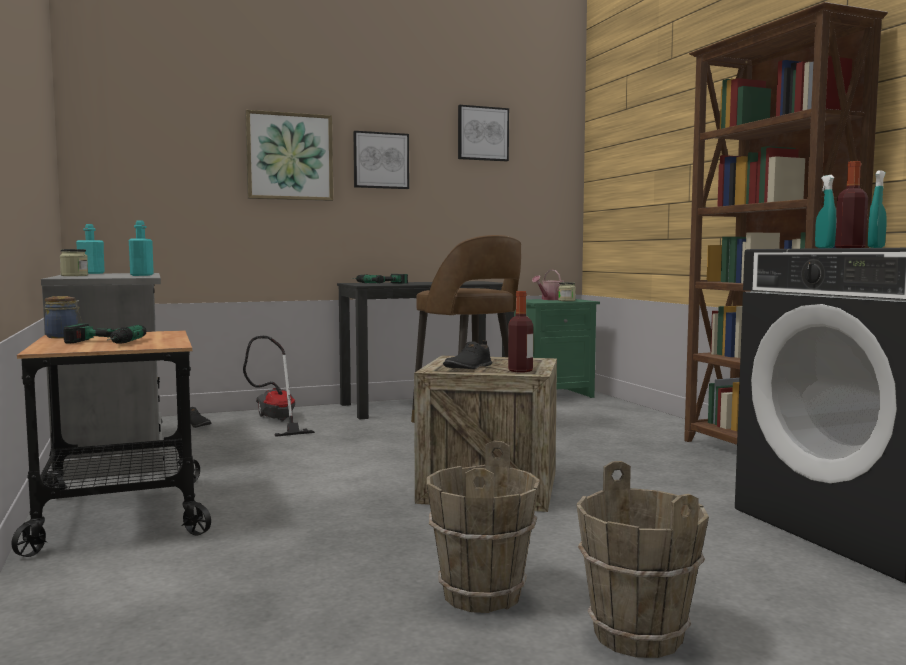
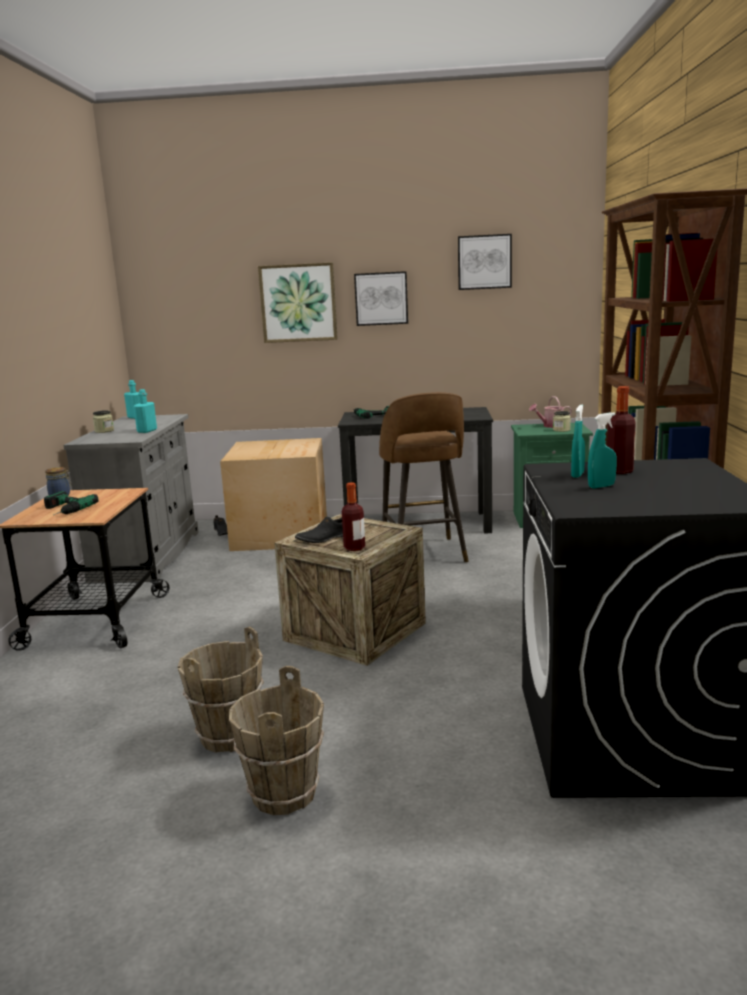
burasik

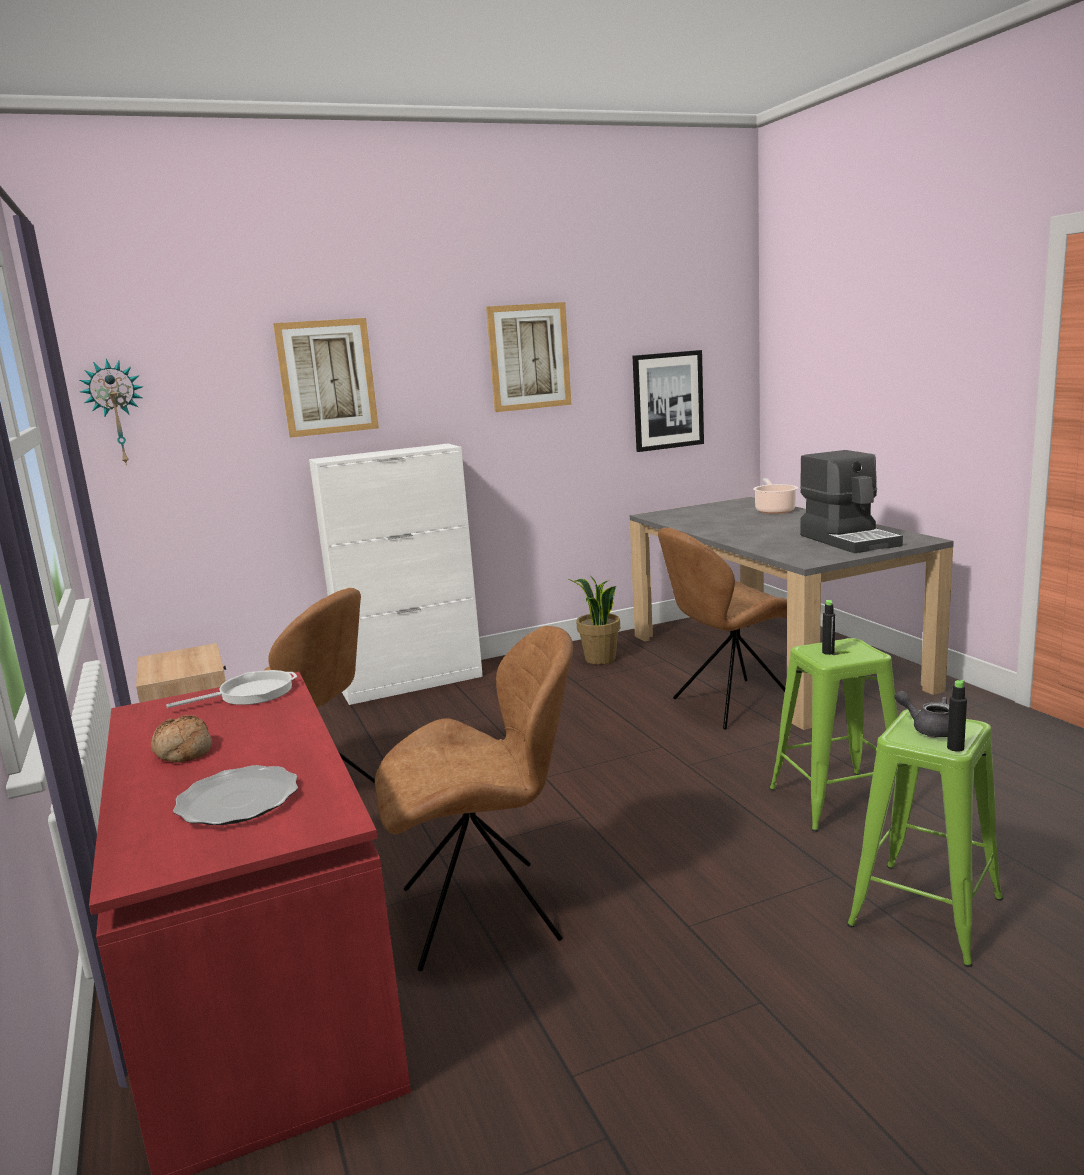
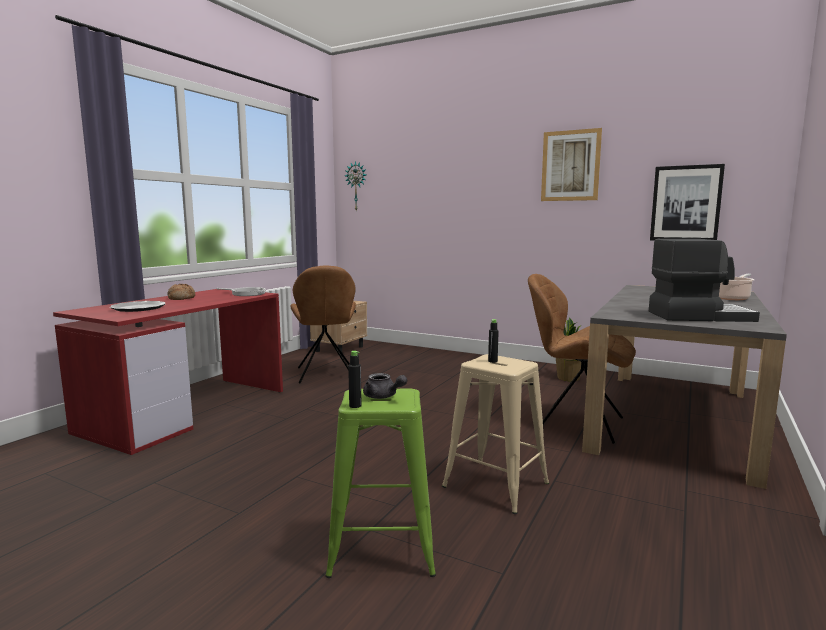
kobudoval (no. 1 from left in the first image)
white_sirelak
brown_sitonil (no. 2 from left in the first image)
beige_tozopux
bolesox
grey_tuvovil

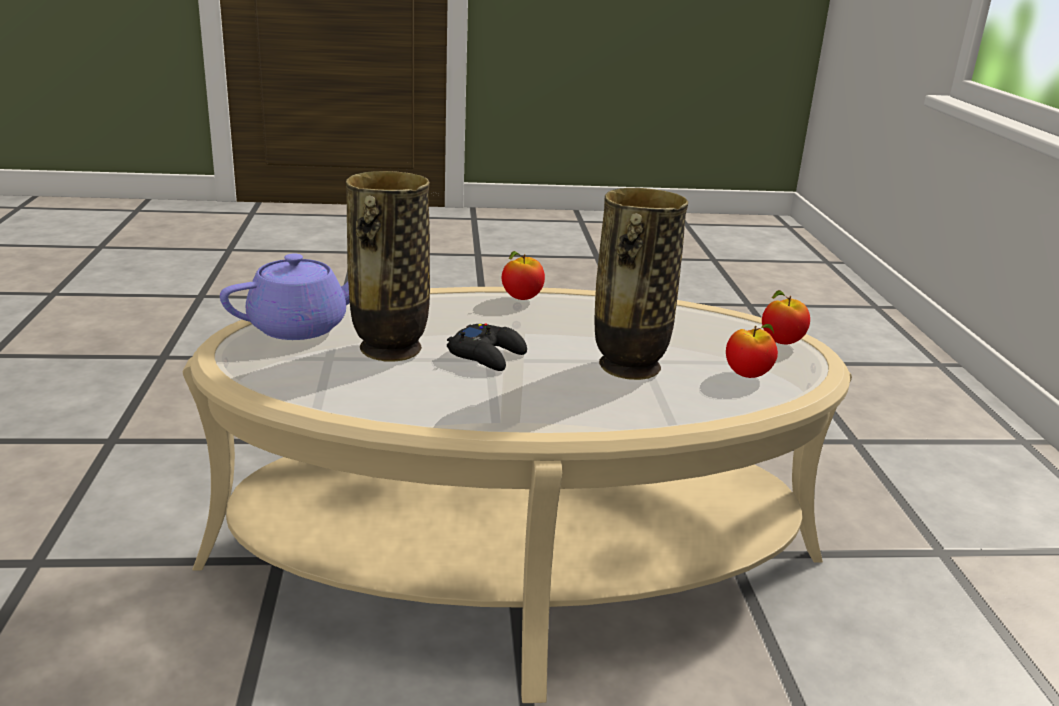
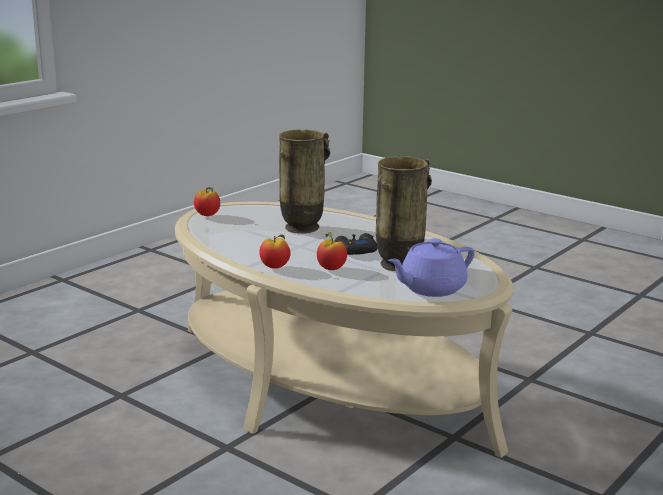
purple_tuvovil
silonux (no. 3 from left)

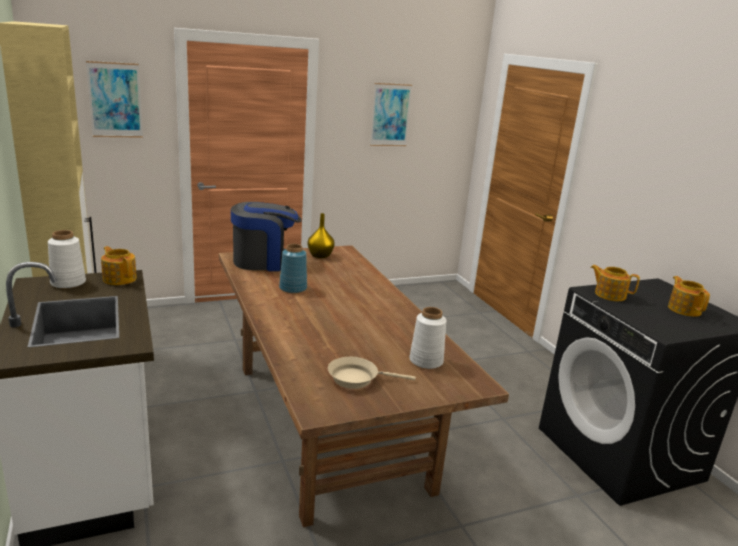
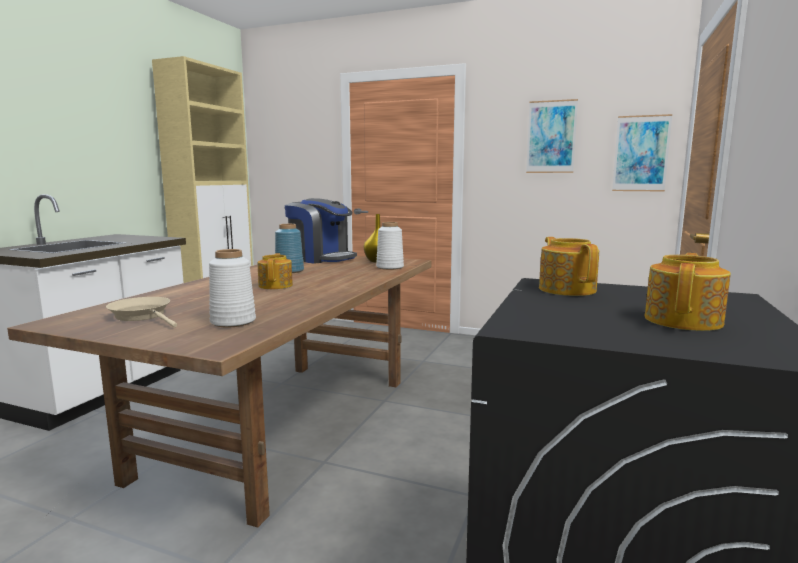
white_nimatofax (no. 2 from left)
kobudoval (no. 2 from left)
tuvovil (no. 1 from left)

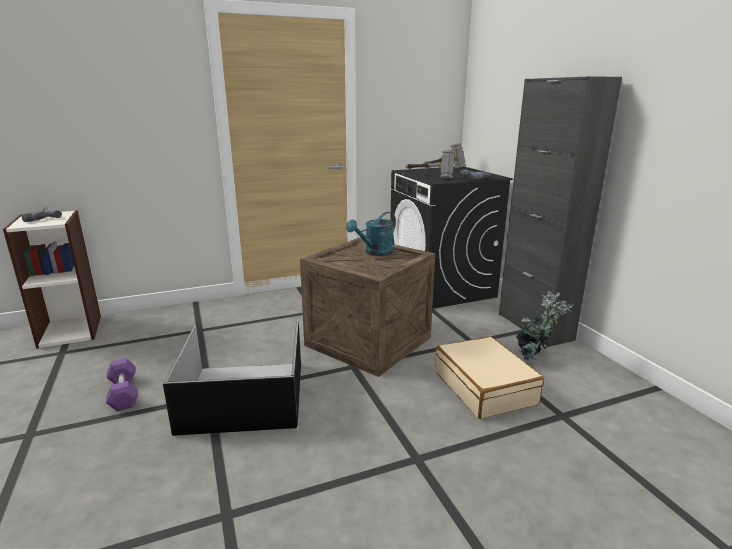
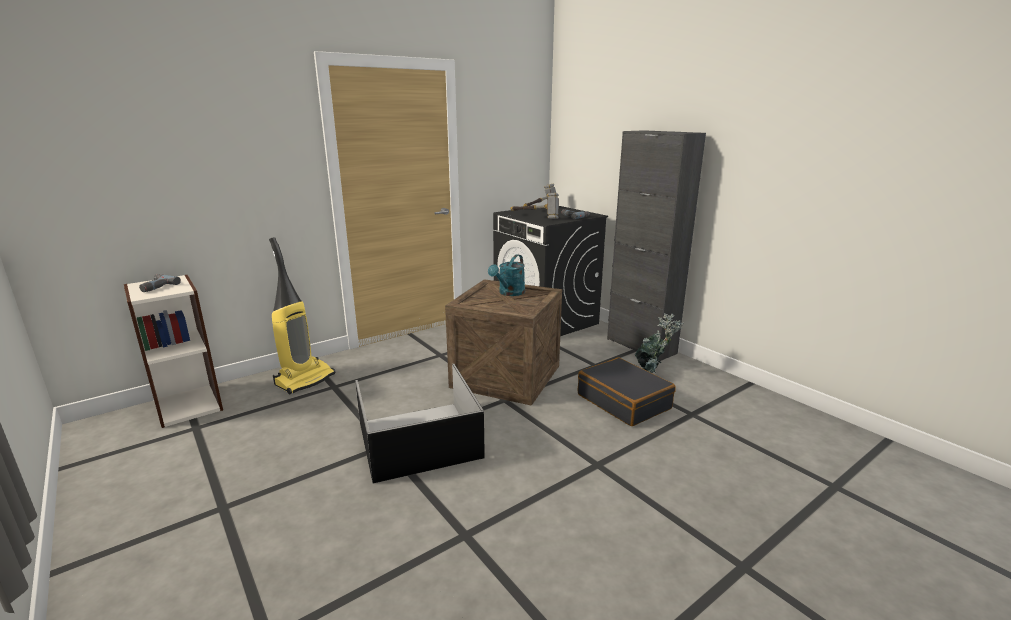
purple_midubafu
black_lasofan
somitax

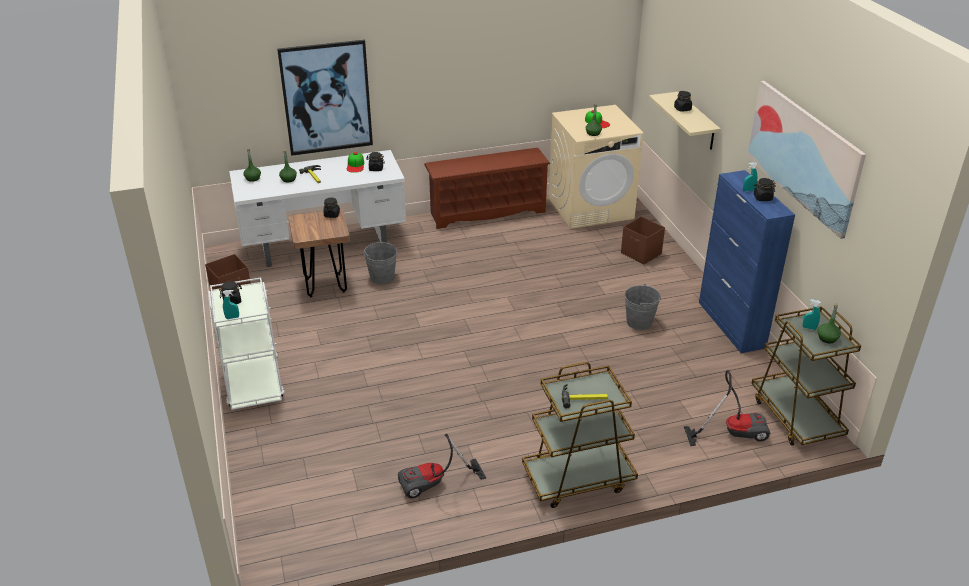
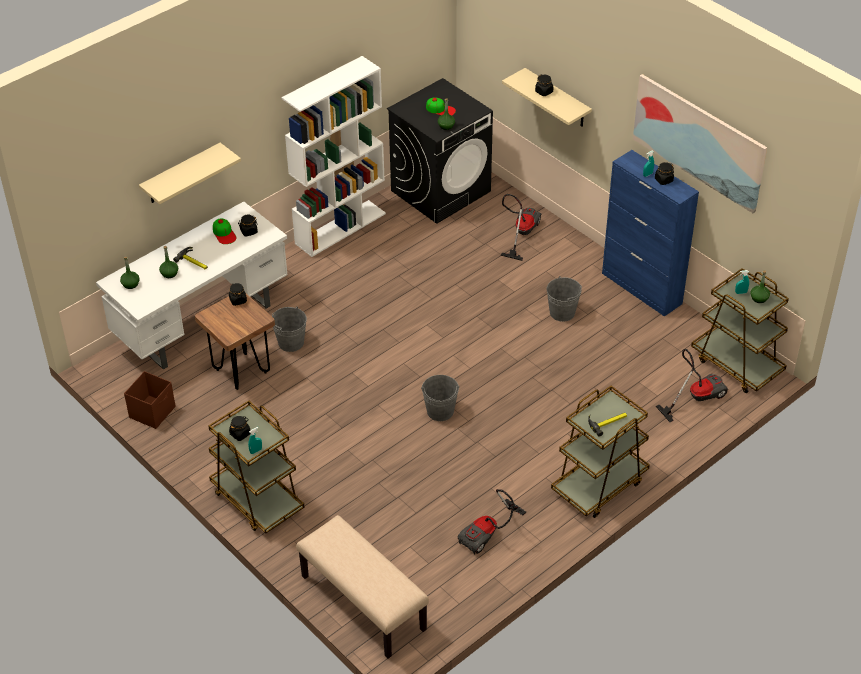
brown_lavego (no. 1 from left)
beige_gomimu (no. 1 from left)
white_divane
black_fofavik
somitax (no. 2 from left)
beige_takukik
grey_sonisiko (no. 2 from left)

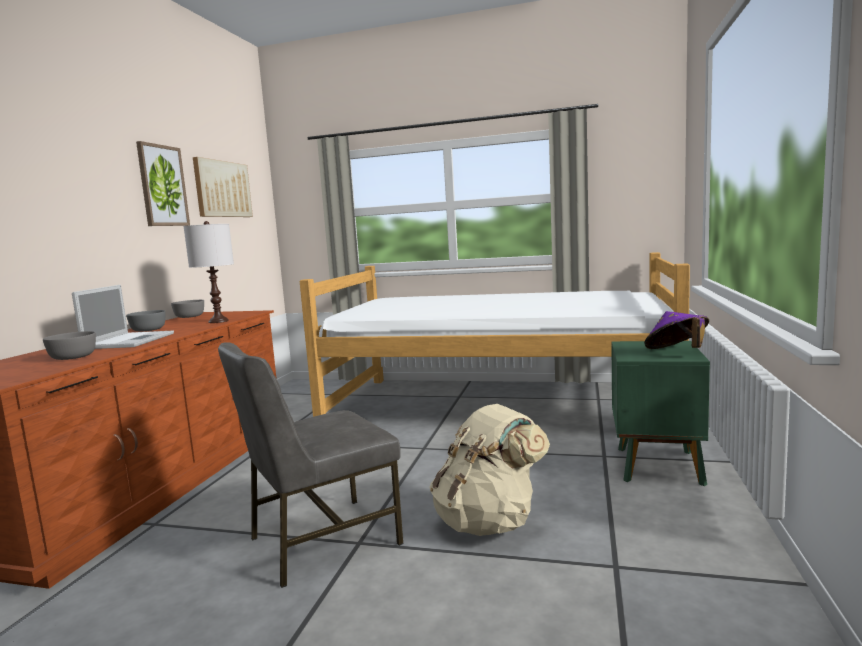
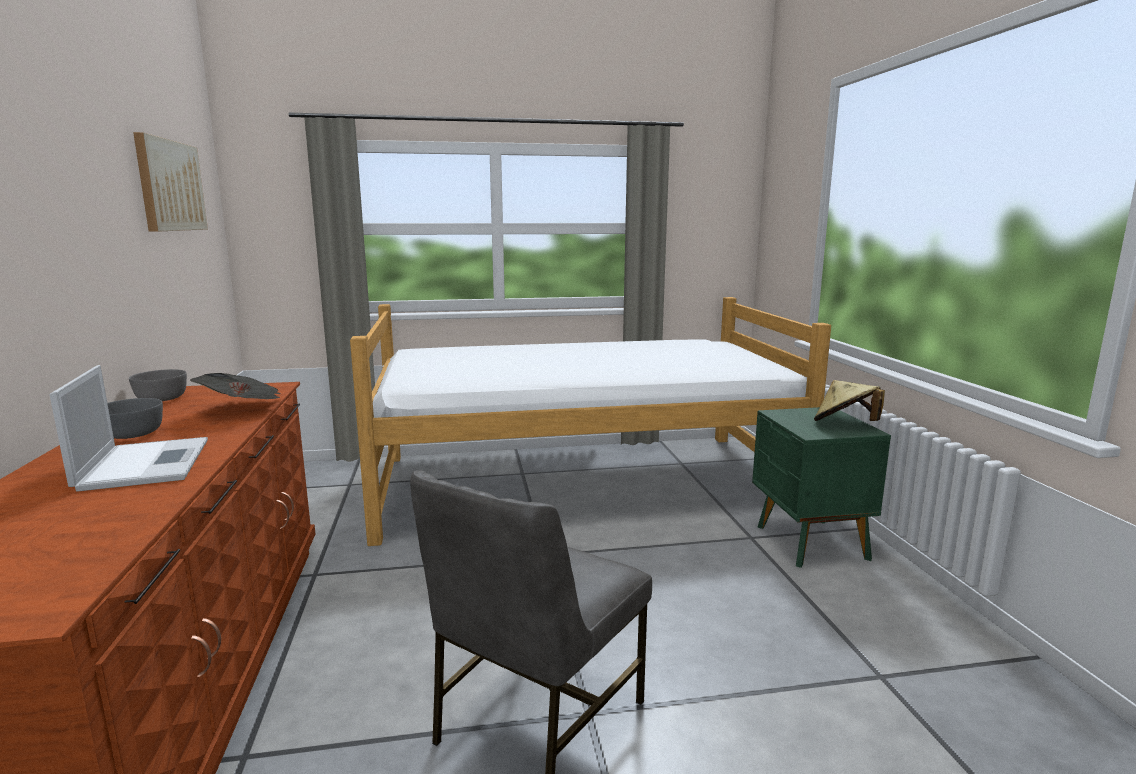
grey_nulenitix (no. 1 from left in the first image)
kobudoval (no. 1 from left in the first image)
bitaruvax
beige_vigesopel
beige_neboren

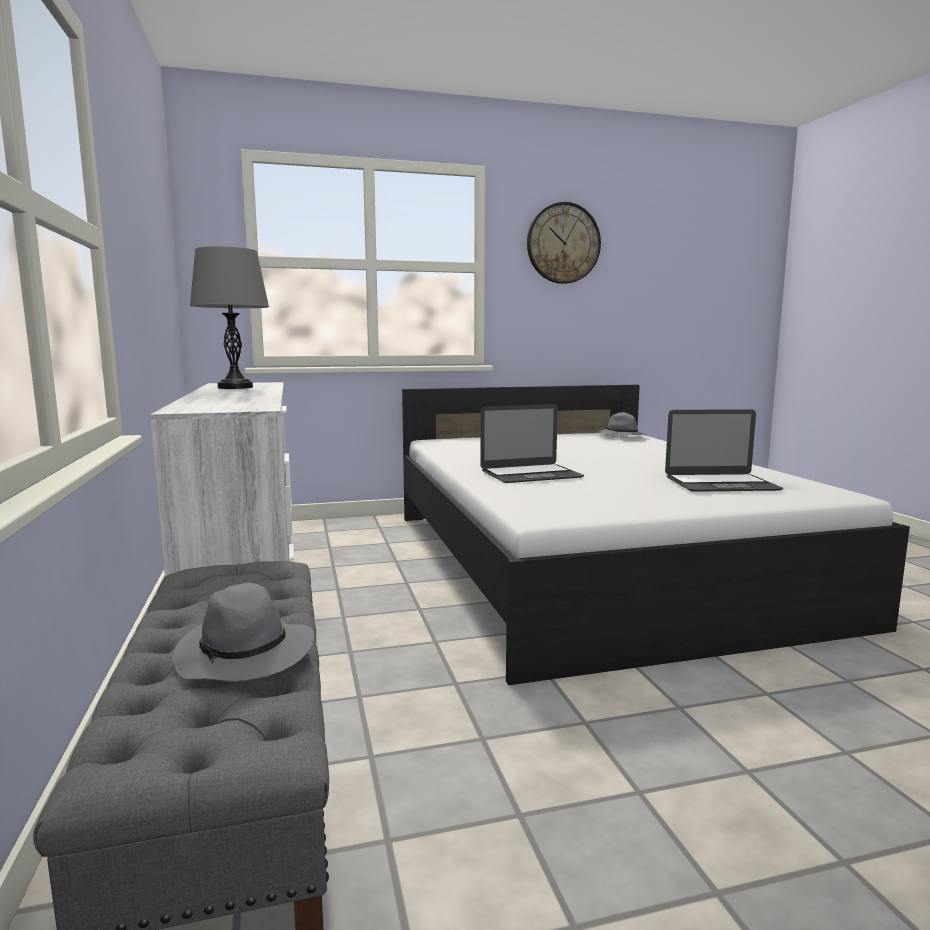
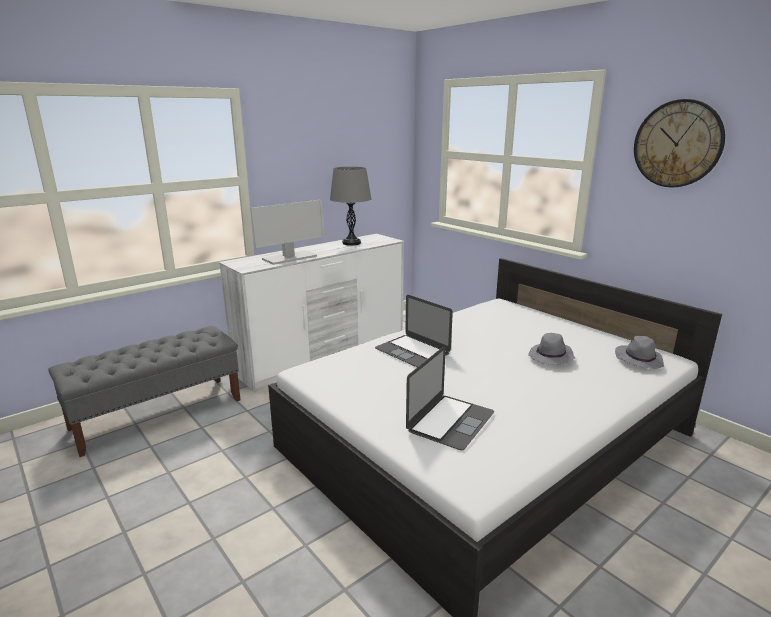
grey_neboren (no. 1 from left)
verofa (no. 2 from left)
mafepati

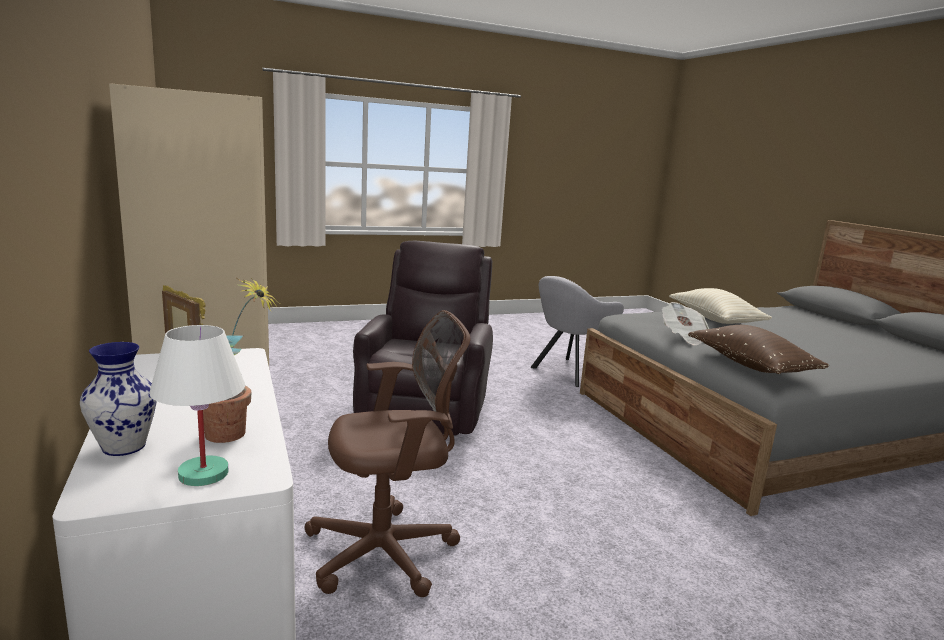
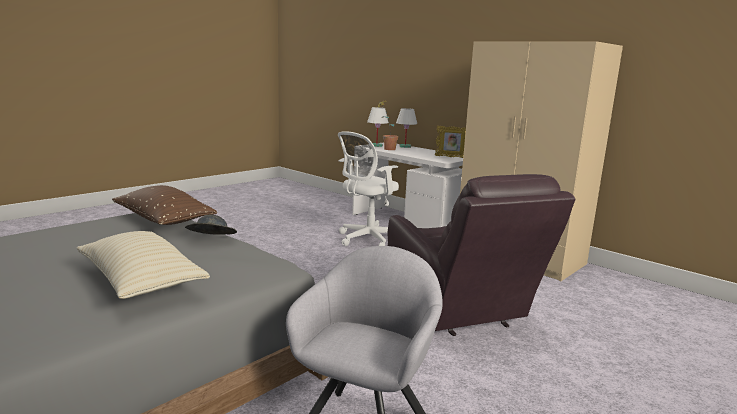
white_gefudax (no. 2 from left)
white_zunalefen
grey_neboren

